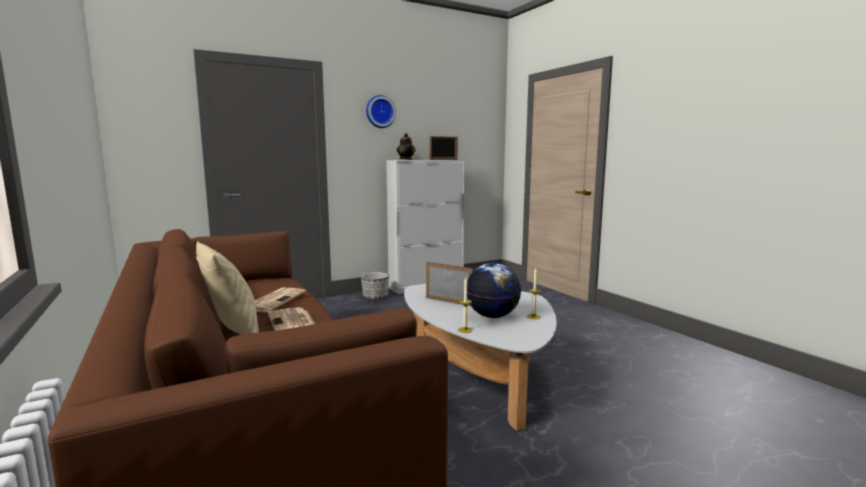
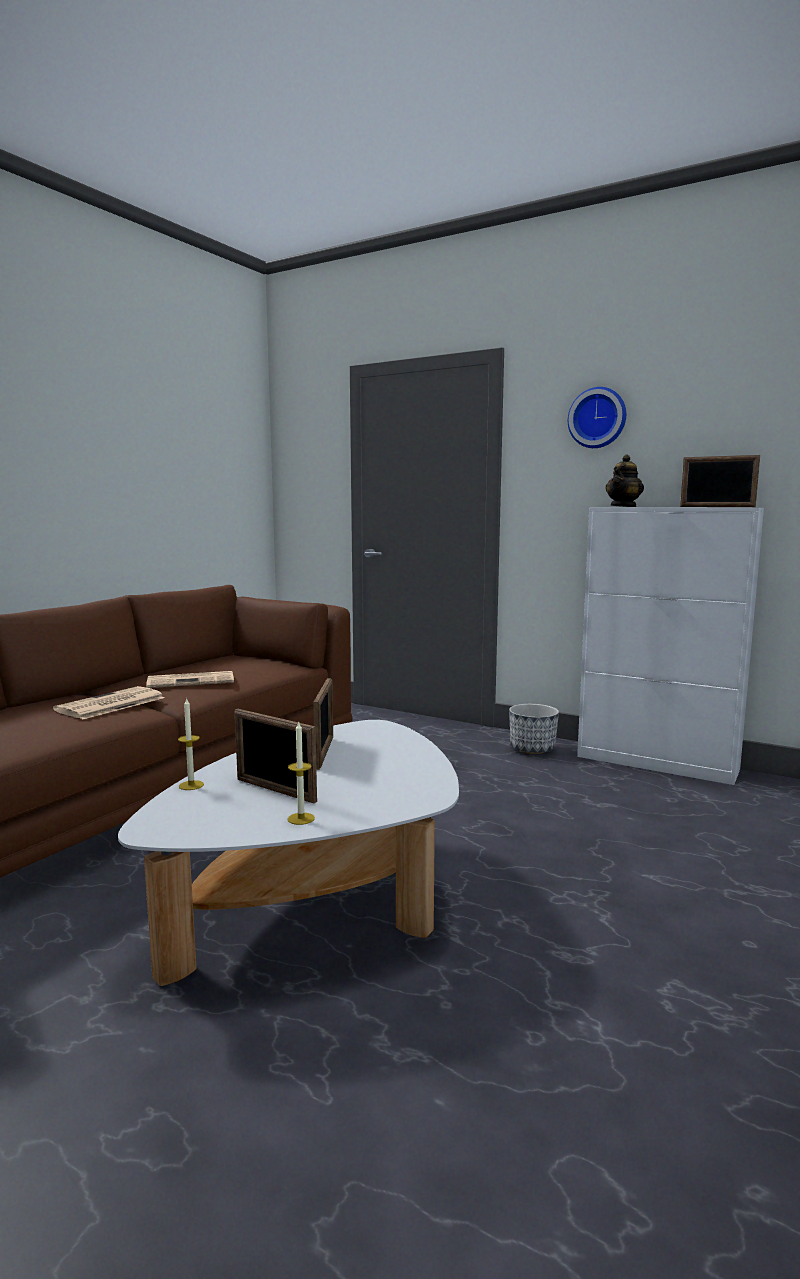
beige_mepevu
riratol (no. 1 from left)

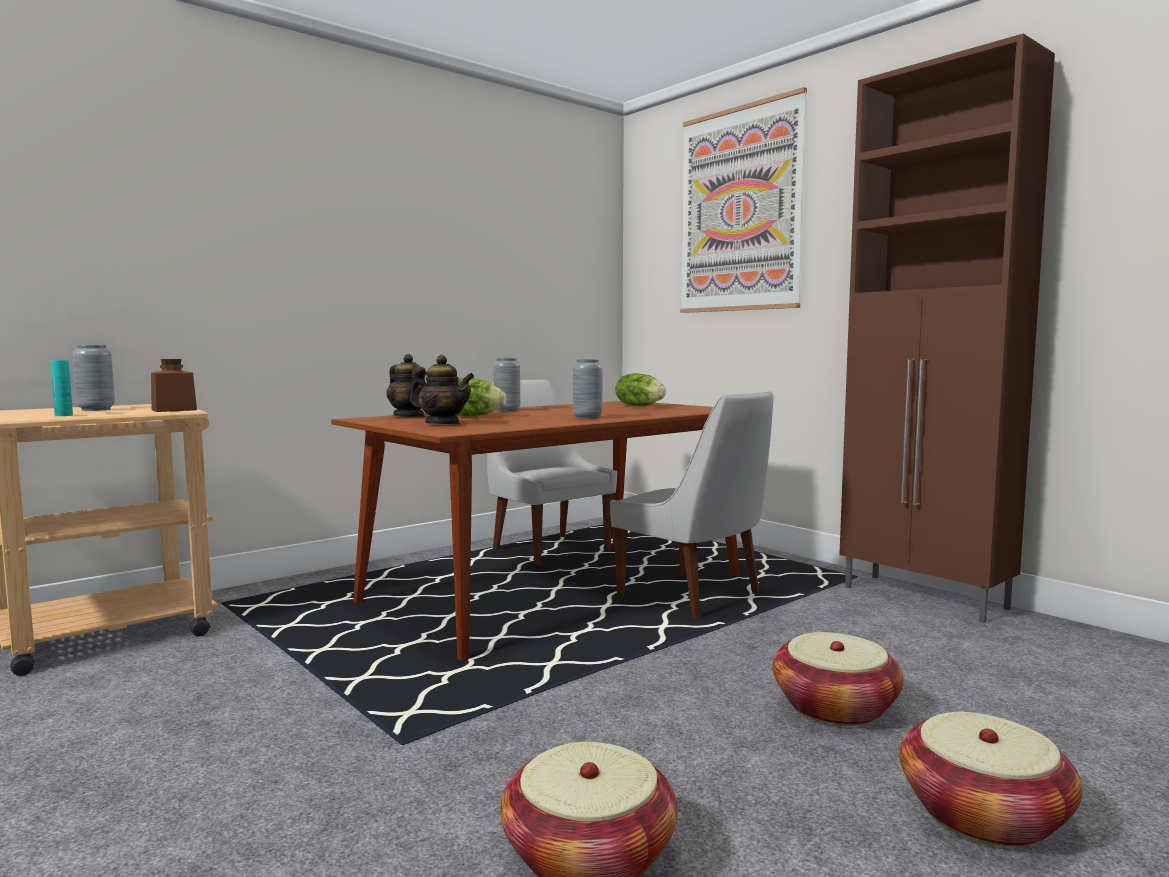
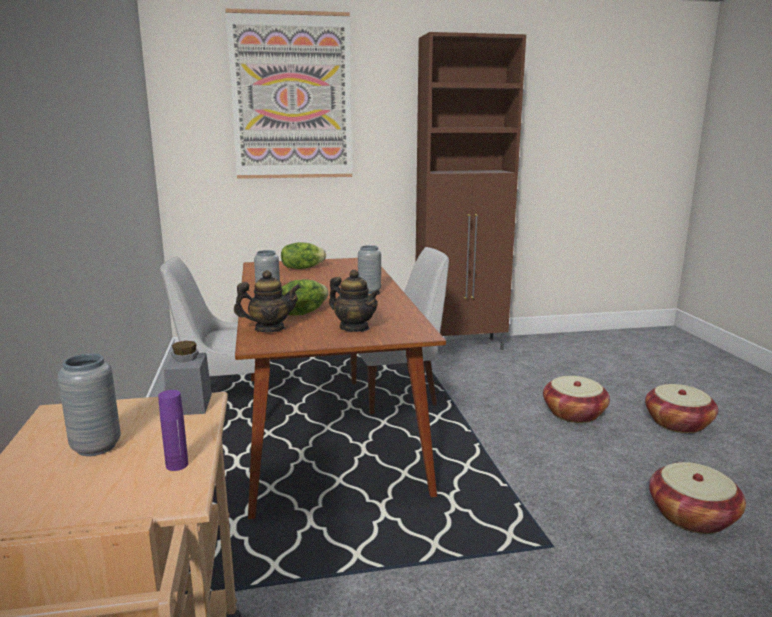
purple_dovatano
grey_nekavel
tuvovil (no. 2 from left)

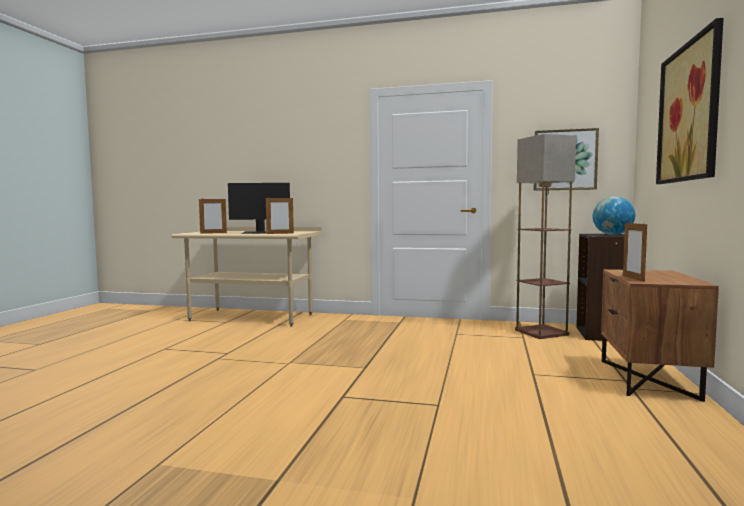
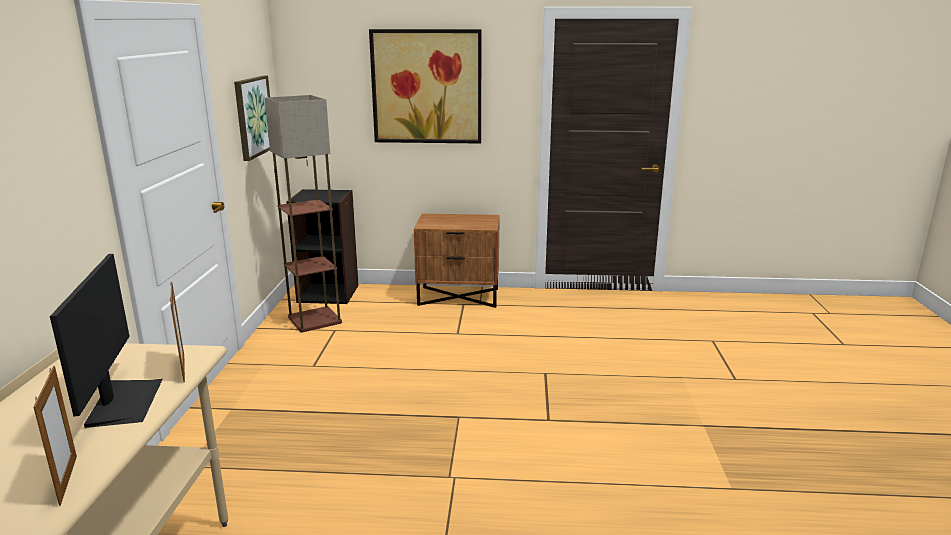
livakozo
riratol (no. 3 from left in the first image)

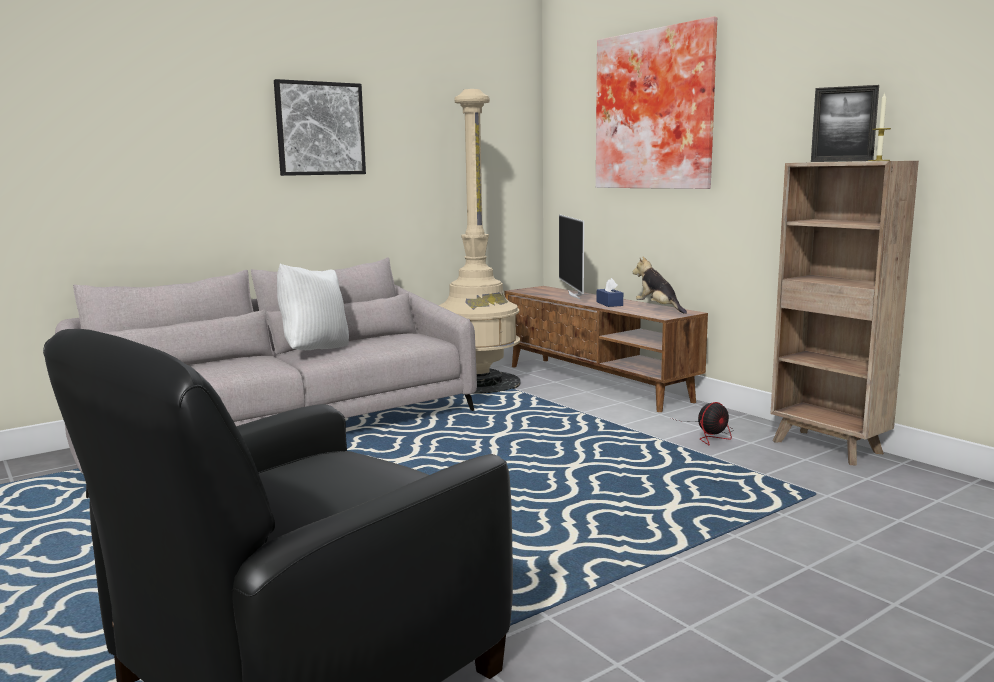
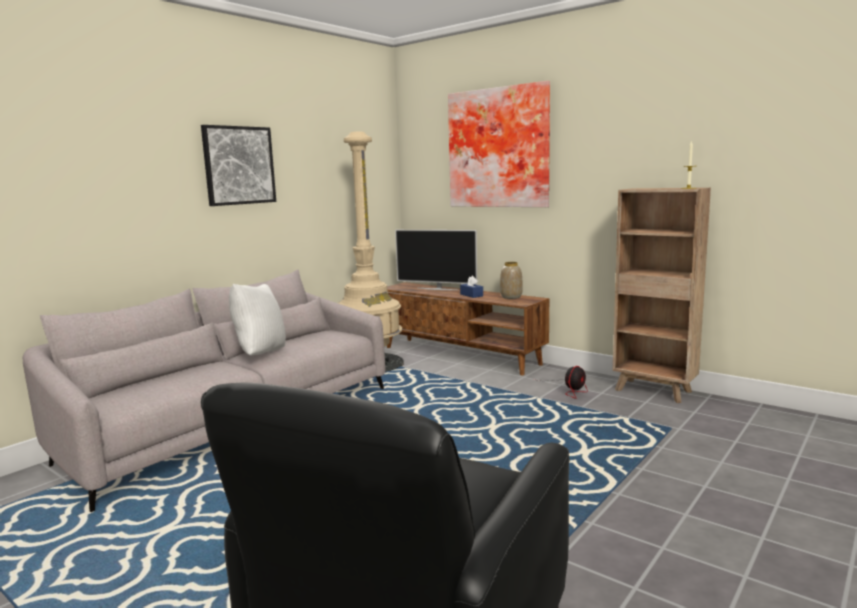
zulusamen
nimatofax
riratol

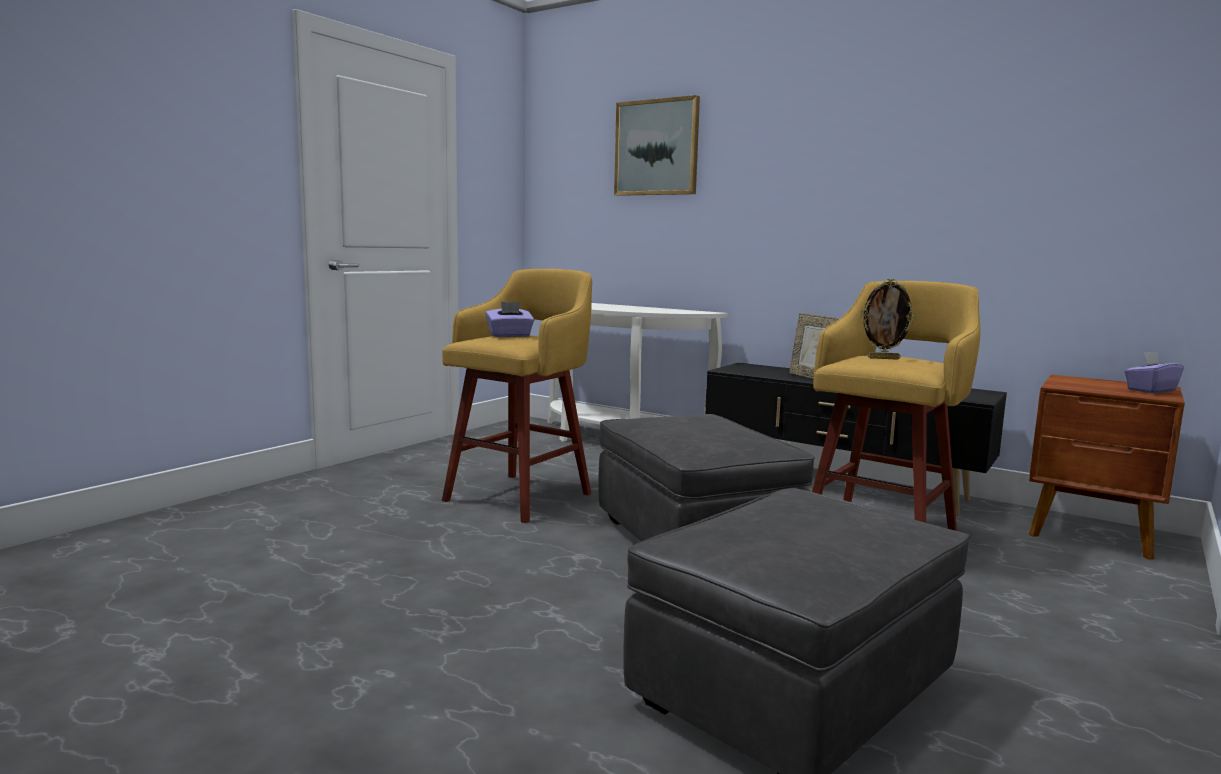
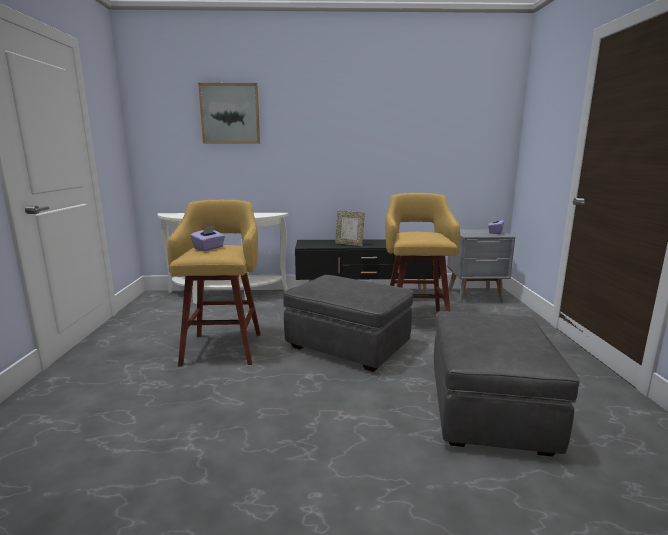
riratol (no. 2 from left in the first image)
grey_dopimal

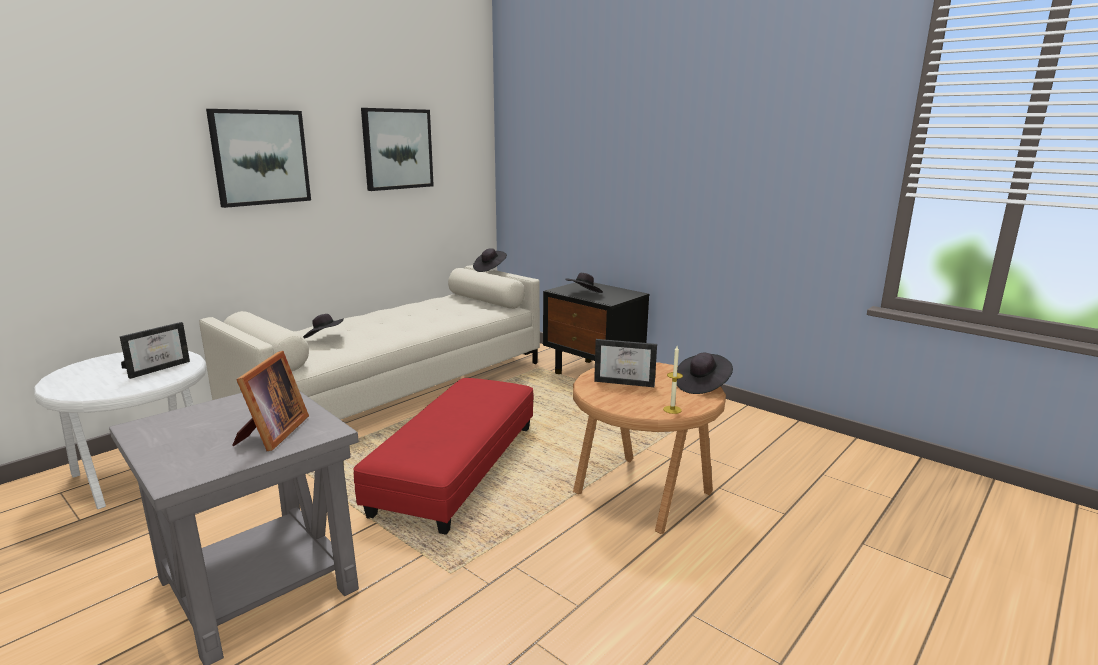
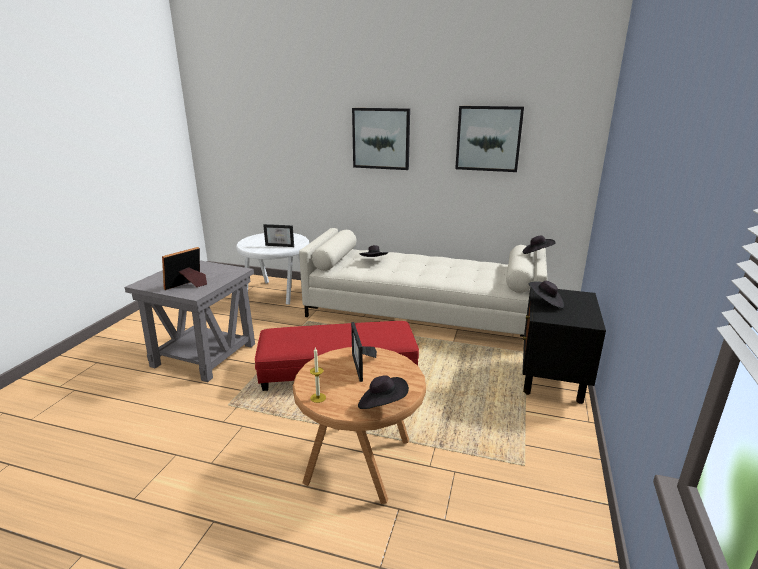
riratol (no. 1 from left)

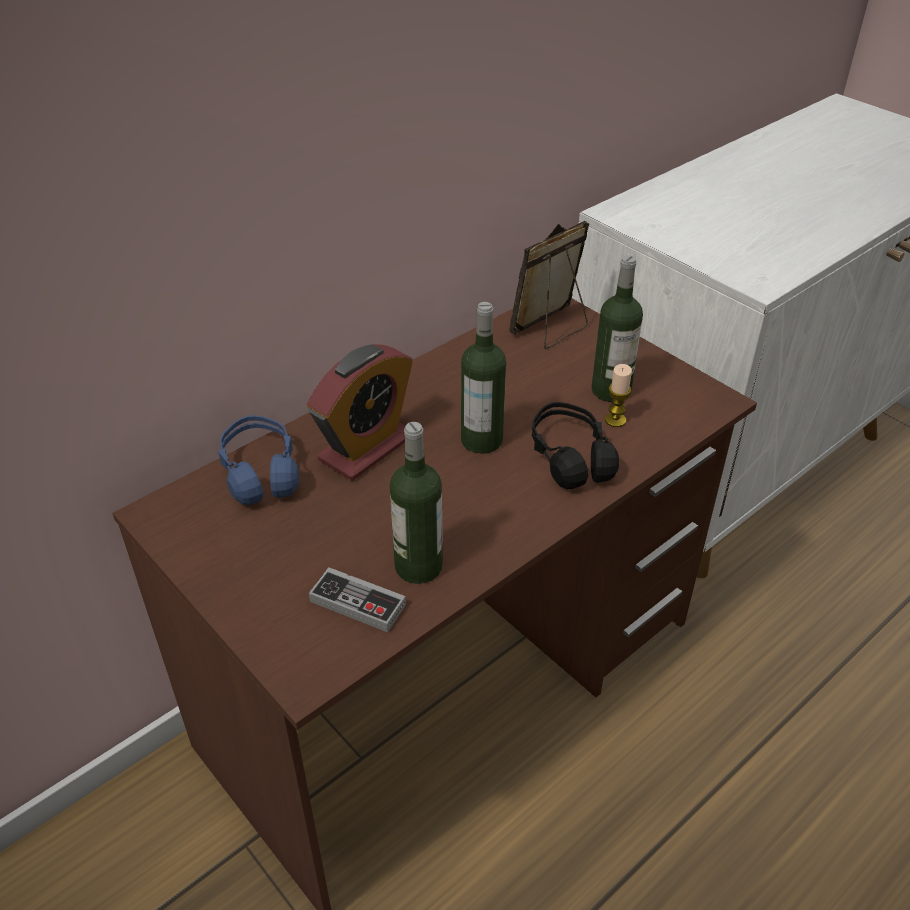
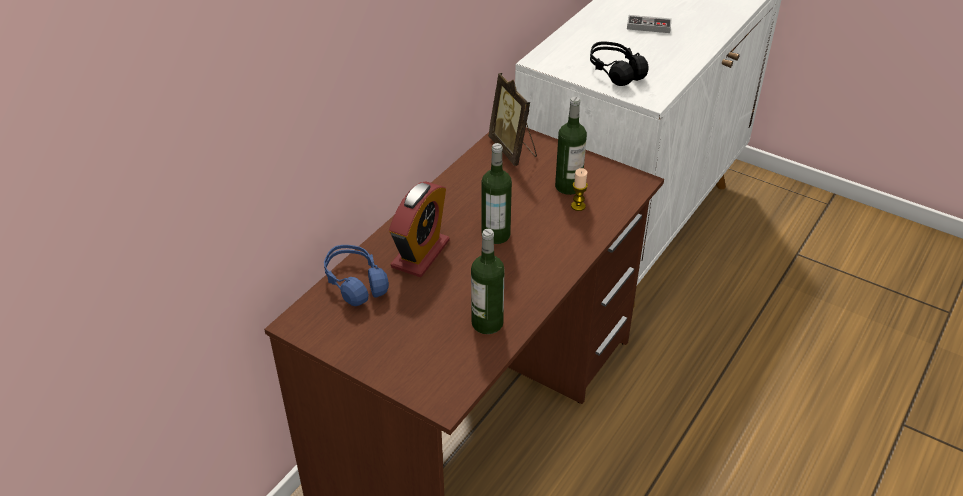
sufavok
riratol
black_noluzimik

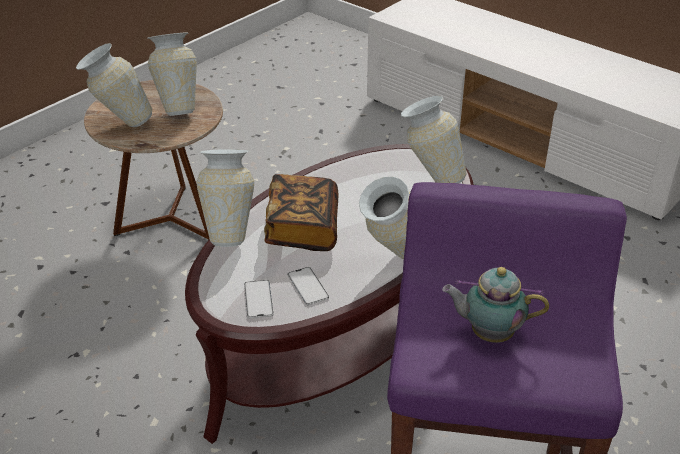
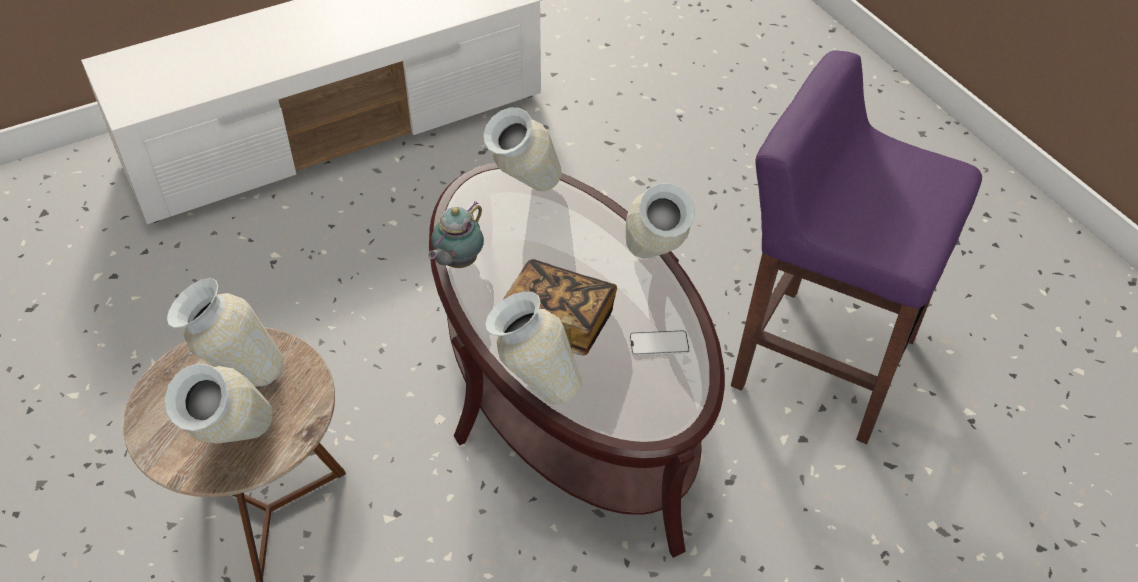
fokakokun (no. 1 from left in the first image)
tuvovil

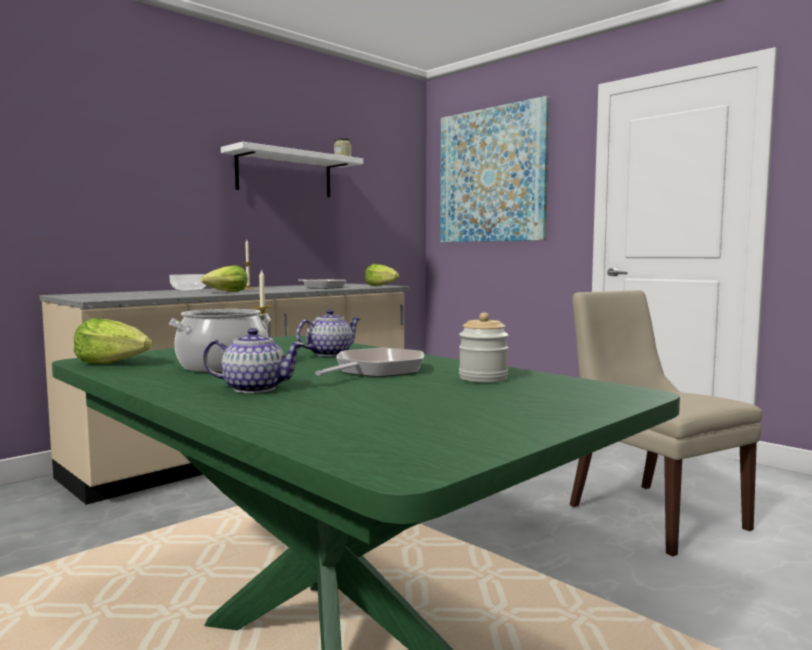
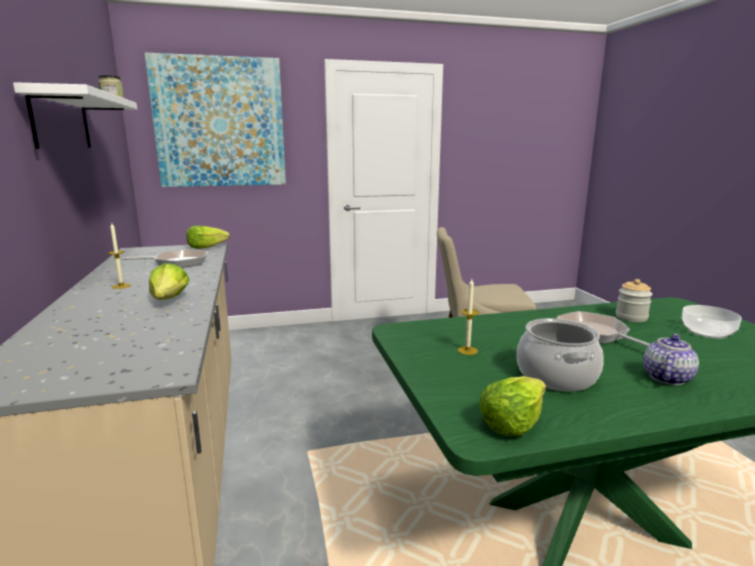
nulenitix
tuvovil (no. 2 from left in the first image)

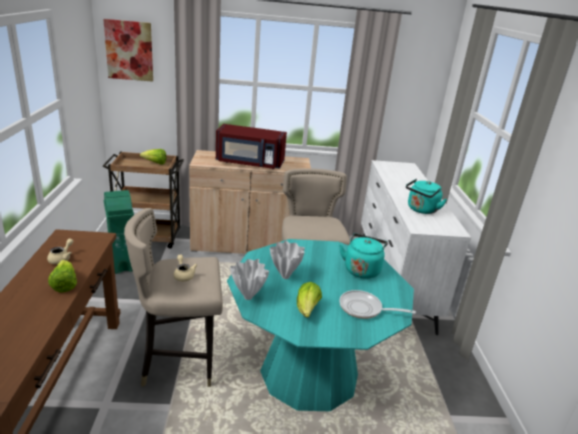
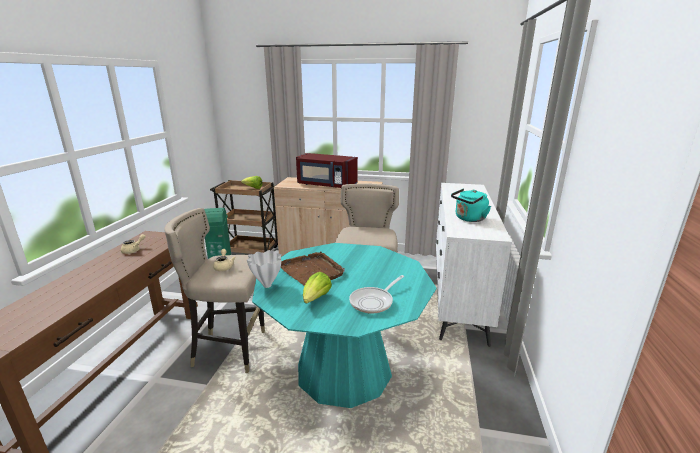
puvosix (no. 1 from left in the first image)
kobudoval
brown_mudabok
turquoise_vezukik (no. 1 from left in the first image)
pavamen

